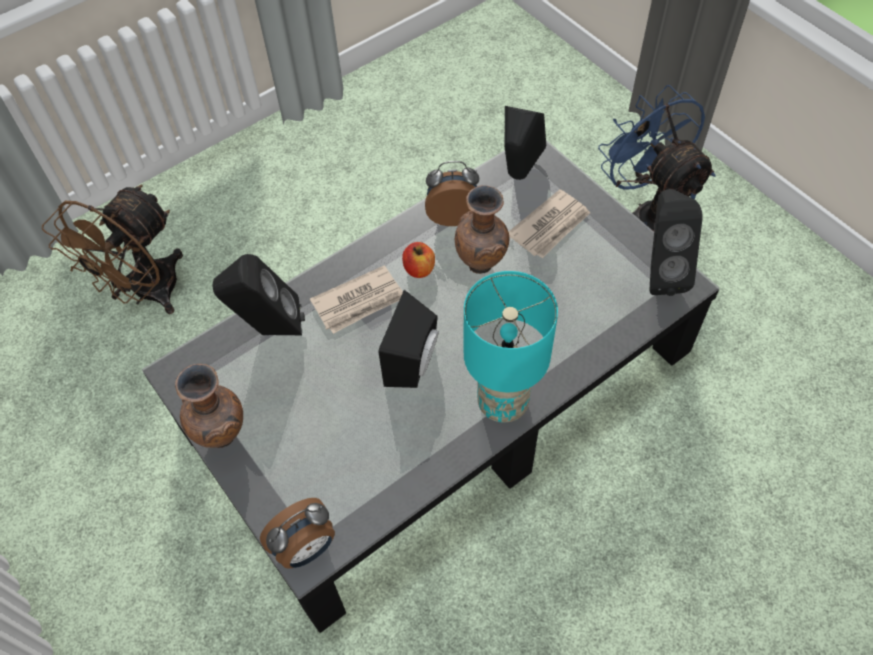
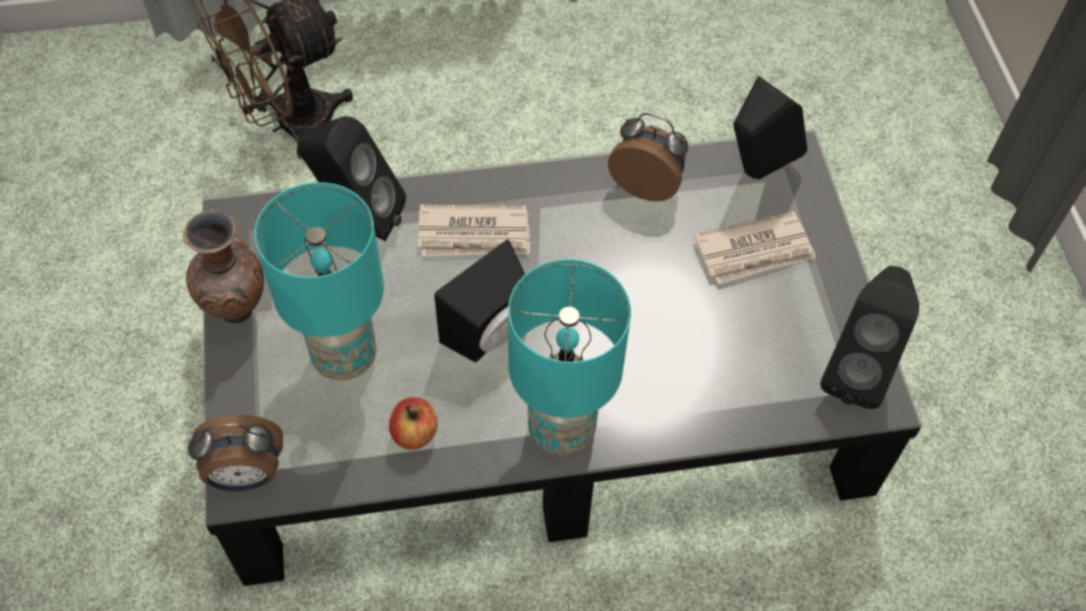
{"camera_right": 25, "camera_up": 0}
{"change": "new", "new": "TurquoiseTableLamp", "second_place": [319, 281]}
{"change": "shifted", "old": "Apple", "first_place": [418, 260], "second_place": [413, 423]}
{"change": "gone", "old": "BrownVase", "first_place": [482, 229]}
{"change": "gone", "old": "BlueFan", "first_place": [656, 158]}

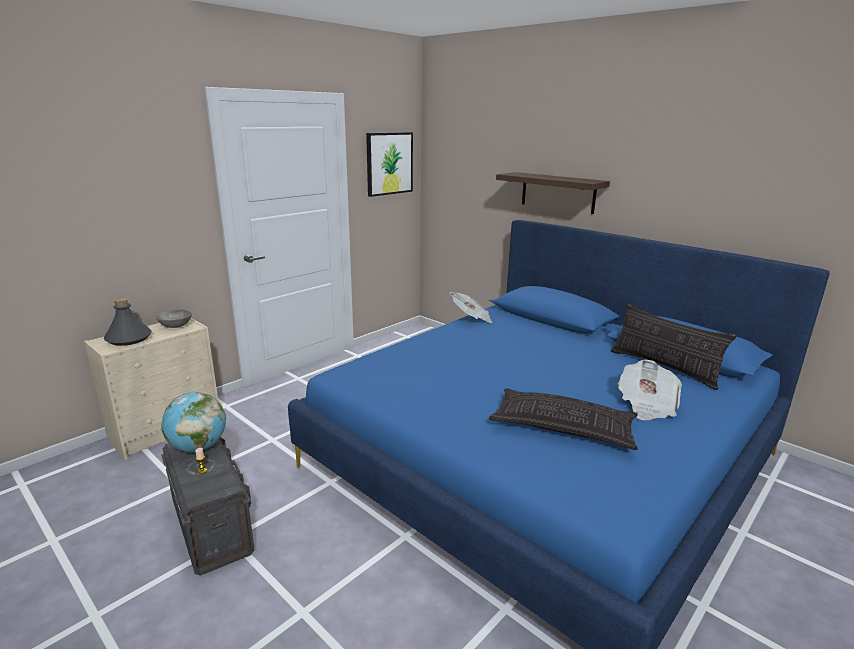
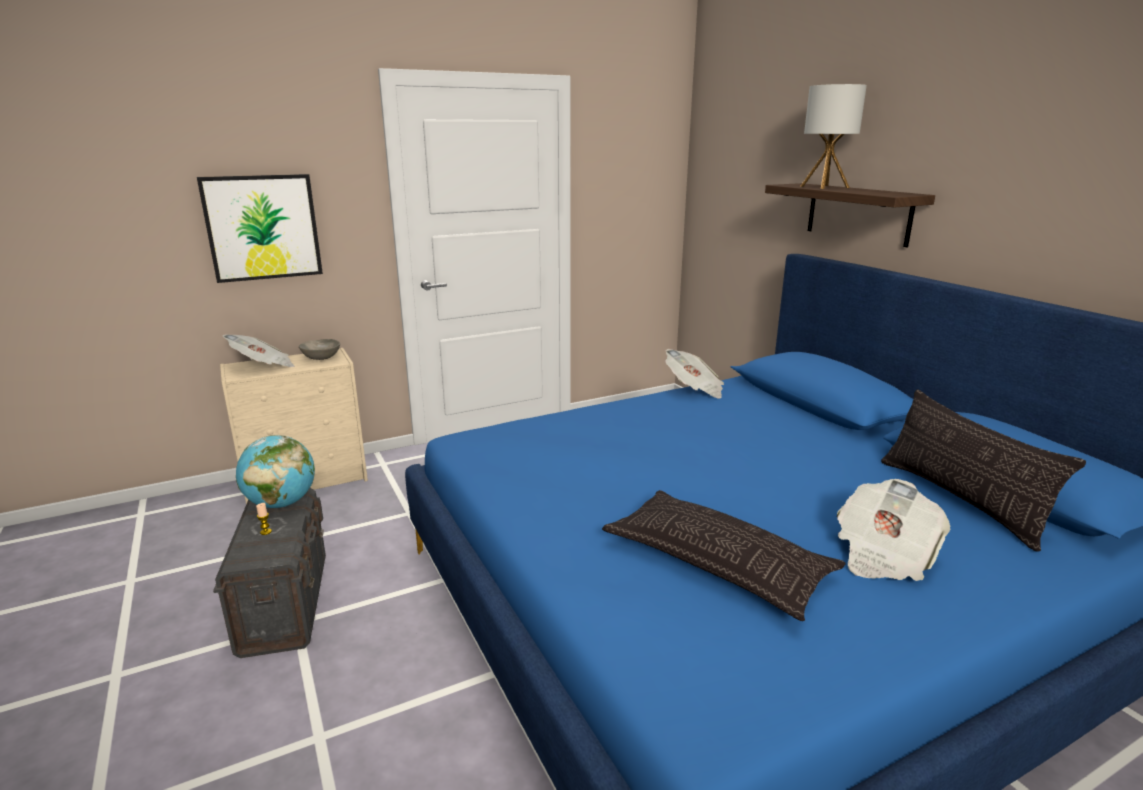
{"camera_right": 20, "camera_up": 0}
{"change": "shifted", "old": "Picture", "first_place": [389, 164], "second_place": [260, 228]}
{"change": "swapped", "old": "GreyBottle", "new": "Newspaper", "first_place": [128, 322], "second_place": [258, 350]}
{"change": "new", "new": "TableLamp", "second_place": [833, 136]}

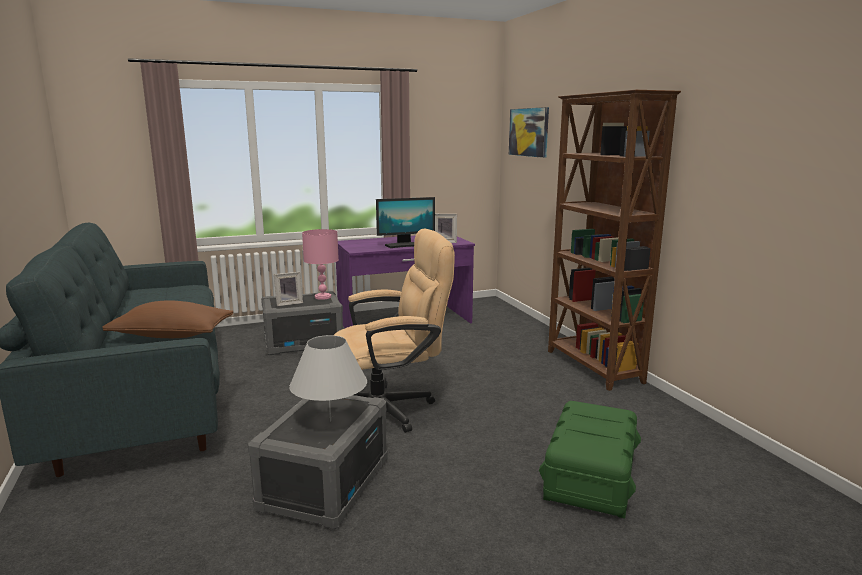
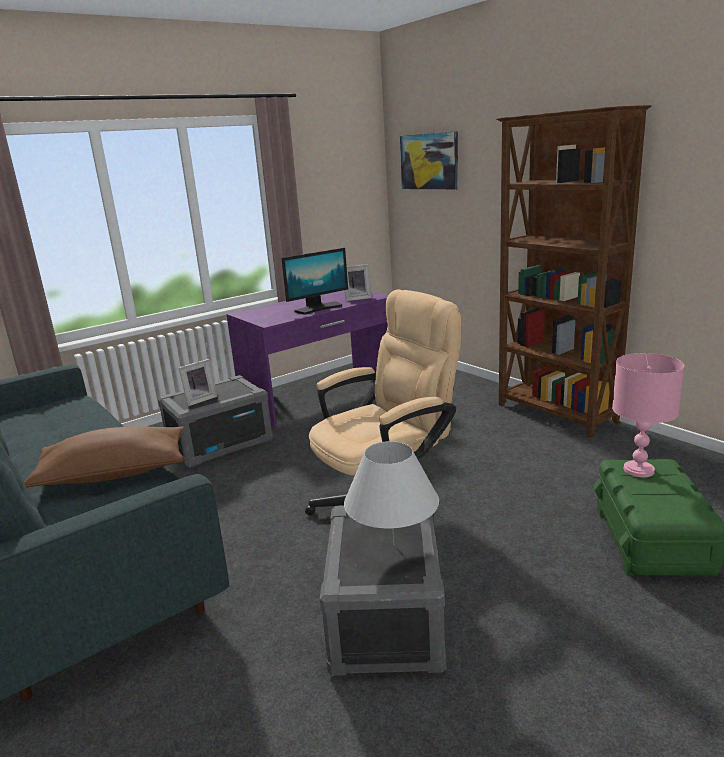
{"camera_right": -15, "camera_up": 5}
{"change": "shifted", "old": "PinkTableLamp", "first_place": [320, 264], "second_place": [648, 415]}

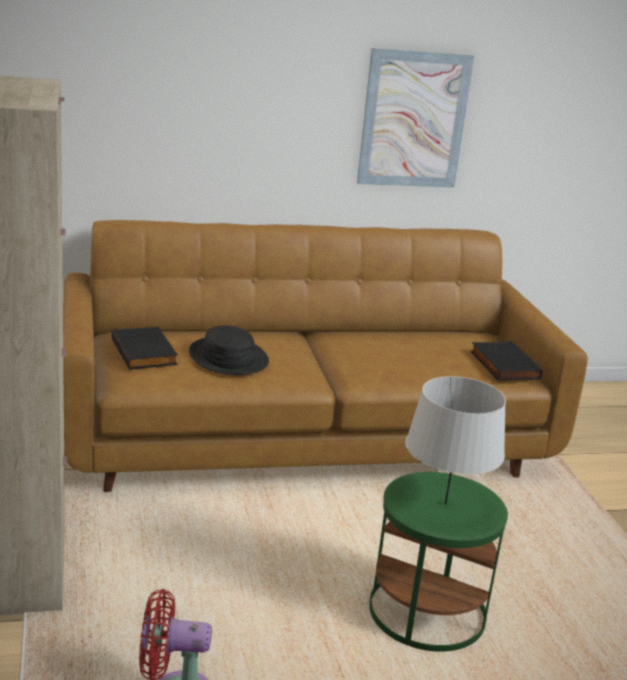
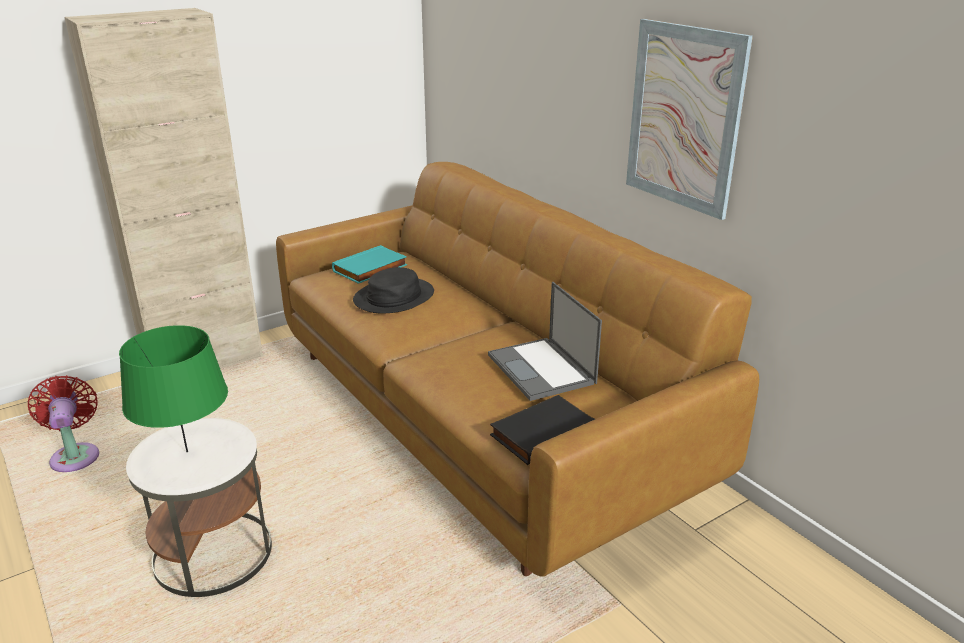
{"camera_right": 70, "camera_up": 5}
{"change": "repainted", "old": "GreyTableLamp", "new": "GreenTableLamp", "first_place": [455, 440], "second_place": [173, 388]}
{"change": "repainted", "old": "GreenSideTable", "new": "WhiteSideTable", "first_place": [438, 562], "second_place": [199, 507]}
{"change": "repainted", "old": "BlackBook", "new": "TurquoiseBook", "first_place": [144, 348], "second_place": [369, 264]}
{"change": "new", "new": "Laptop", "second_place": [545, 341]}

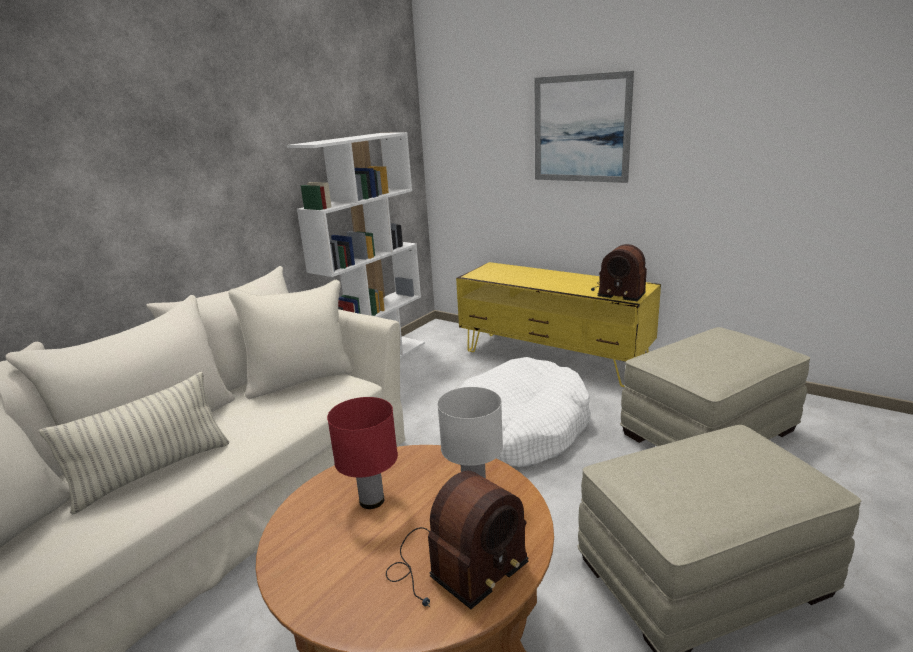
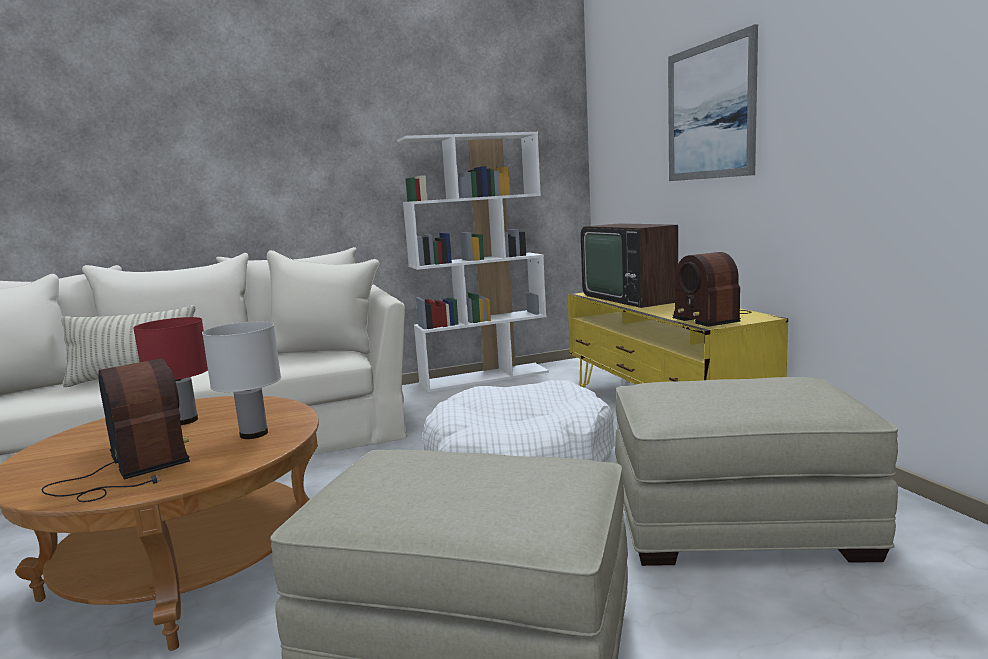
{"camera_right": 35, "camera_up": -10}
{"change": "rotated", "old": "Radio", "first_place": [457, 540], "second_place": [116, 430], "degrees": -120}
{"change": "new", "new": "Television", "second_place": [629, 265]}

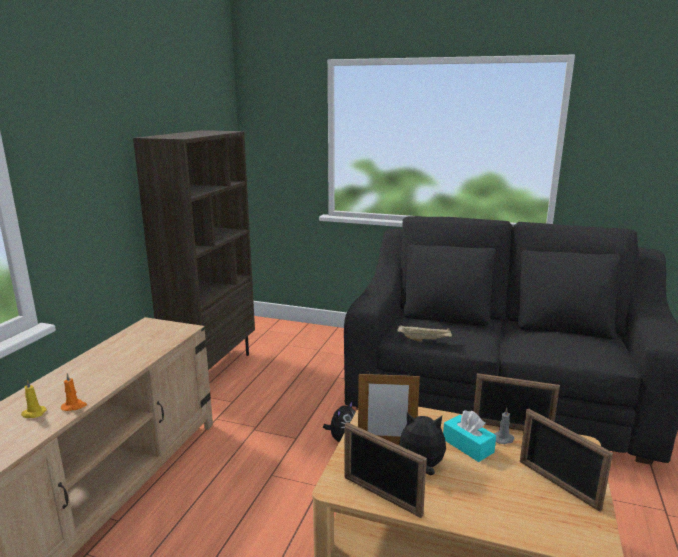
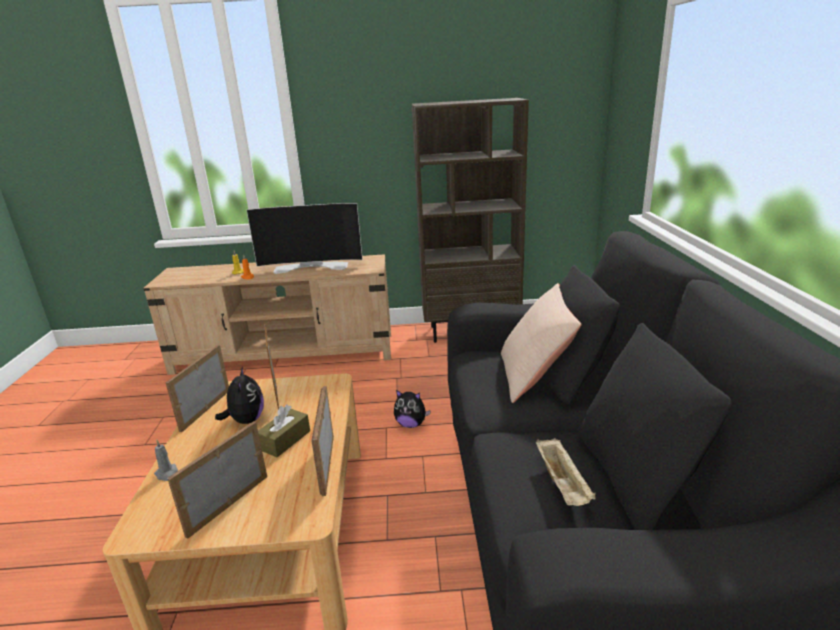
{"camera_right": 70, "camera_up": 5}
{"change": "shifted", "old": "GreyCandle", "first_place": [504, 426], "second_place": [166, 460]}
{"change": "new", "new": "Television", "second_place": [305, 238]}
{"change": "repainted", "old": "TurquoiseTissueBox", "new": "BrownTissueBox", "first_place": [469, 436], "second_place": [284, 431]}
{"change": "new", "new": "BeigePillow", "second_place": [541, 343]}
{"change": "shifted", "old": "BeigeTray", "first_place": [424, 333], "second_place": [566, 472]}

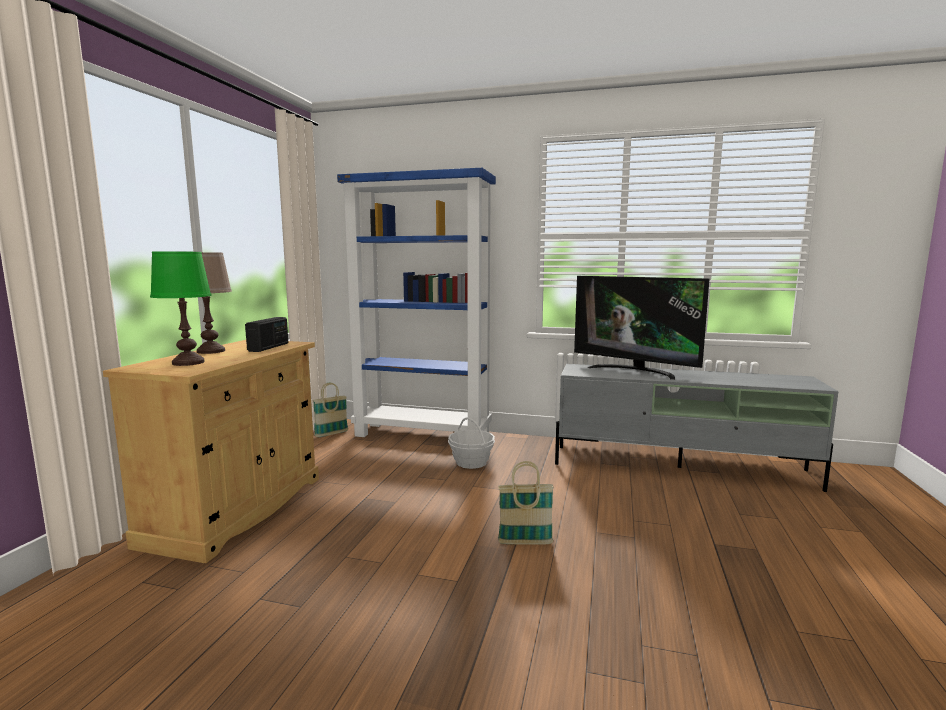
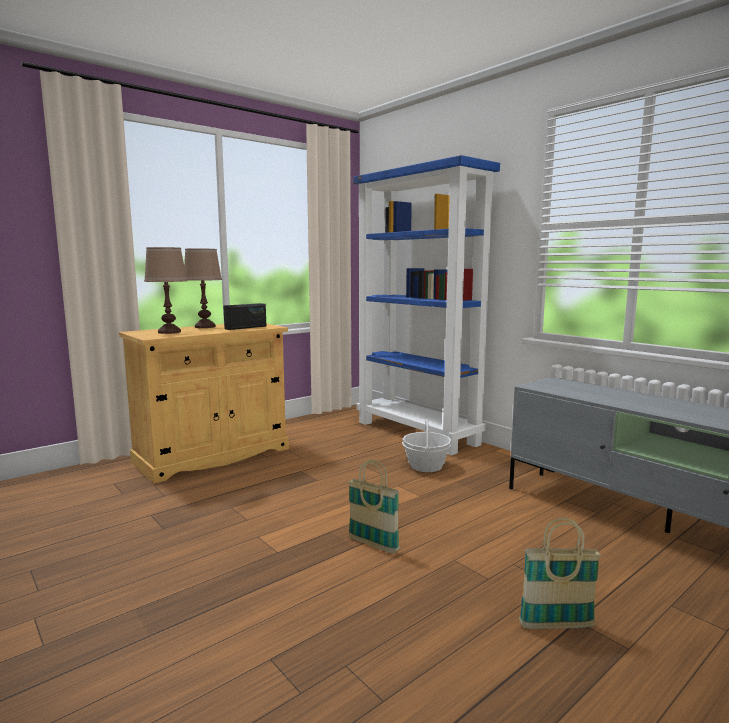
{"camera_right": 35, "camera_up": 0}
{"change": "repainted", "old": "GreenTableLamp", "new": "BrownTableLamp", "first_place": [181, 308], "second_place": [165, 290]}
{"change": "shifted", "old": "Basket", "first_place": [330, 410], "second_place": [560, 573]}
{"change": "gone", "old": "Television", "first_place": [641, 328]}

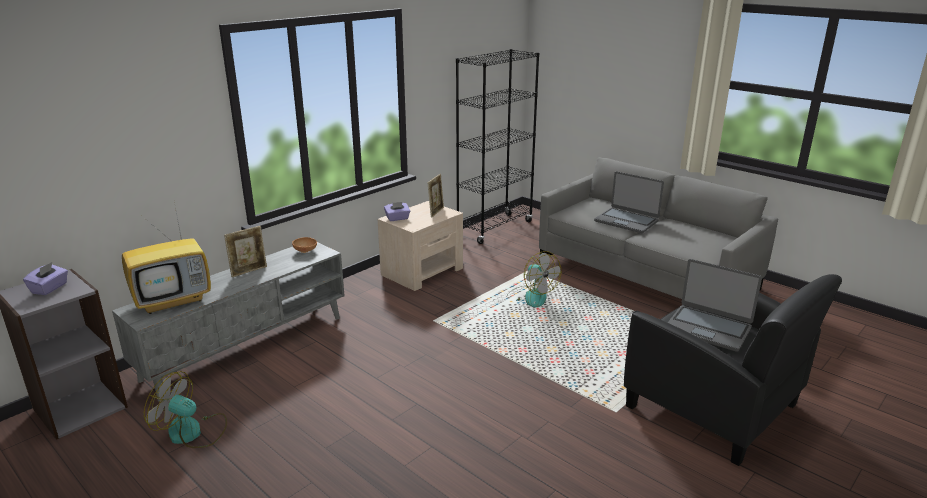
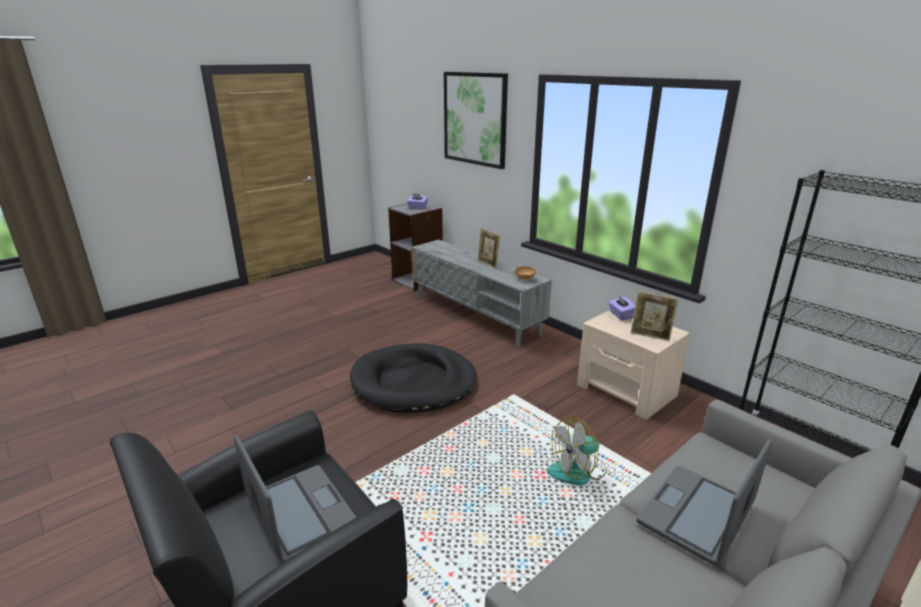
{"camera_right": 95, "camera_up": 0}
{"change": "rotated", "old": "Laptop", "first_place": [715, 305], "second_place": [295, 498], "degrees": 105}
{"change": "new", "new": "BlackDogBed", "second_place": [413, 378]}
{"change": "new", "new": "Picture", "second_place": [476, 120]}
{"change": "gone", "old": "Television", "first_place": [166, 258]}
{"change": "gone", "old": "Fan", "first_place": [185, 409]}

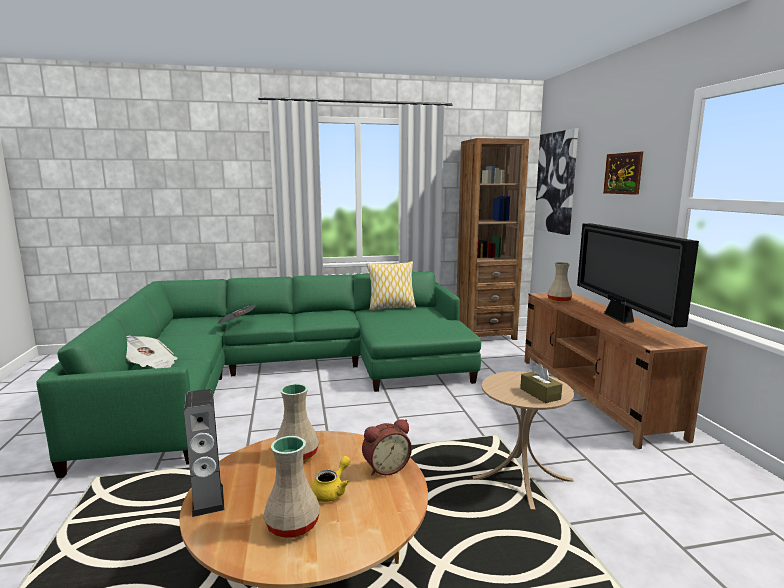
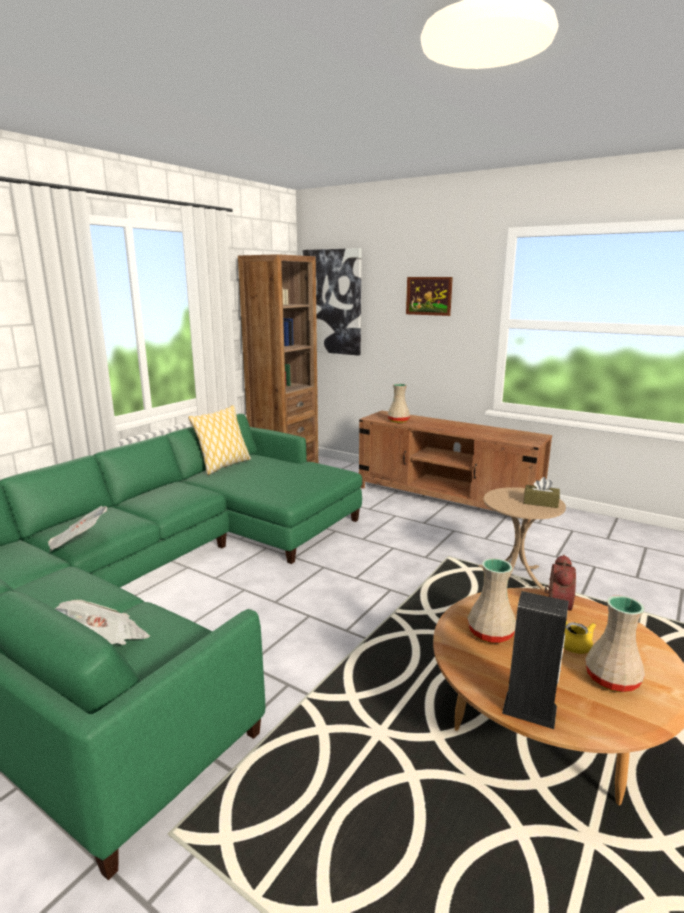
{"camera_right": -45, "camera_up": 5}
{"change": "gone", "old": "Television", "first_place": [638, 275]}

